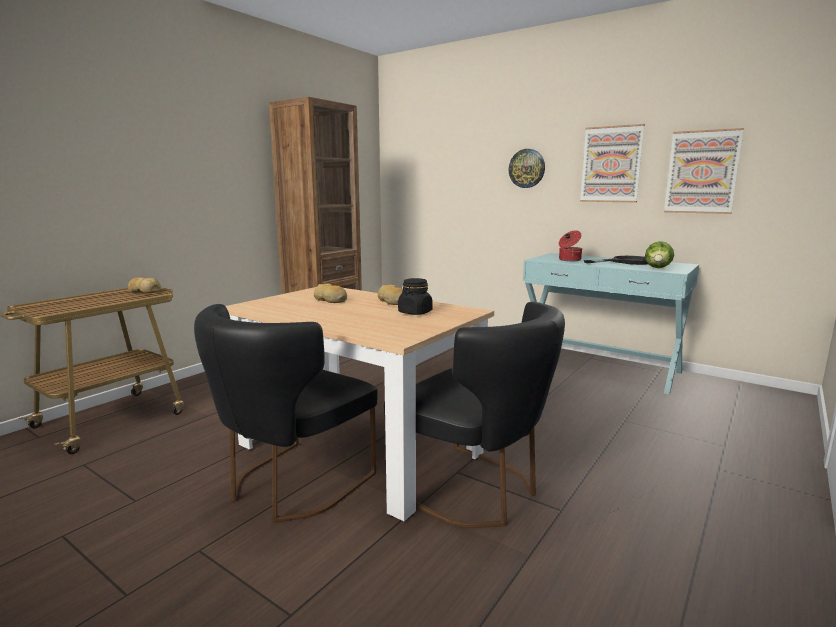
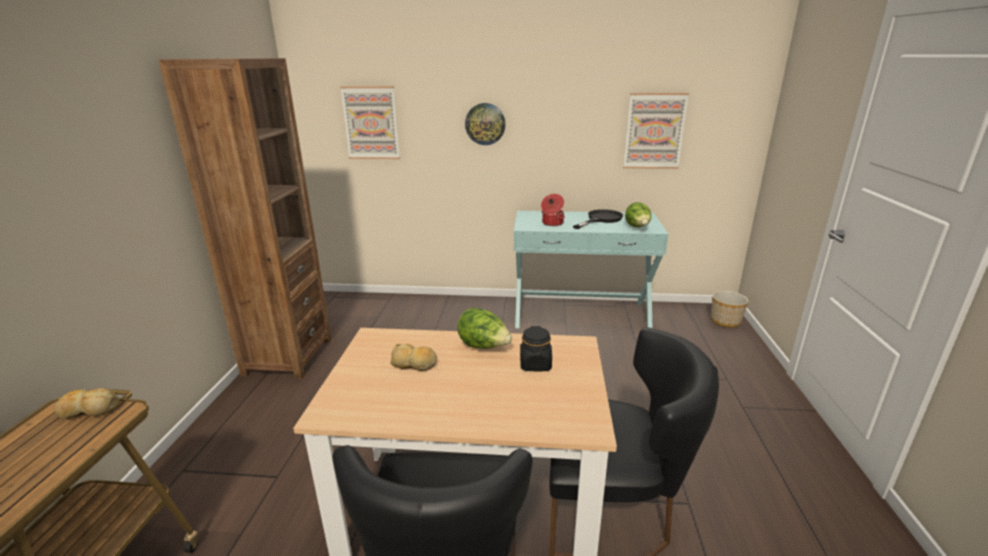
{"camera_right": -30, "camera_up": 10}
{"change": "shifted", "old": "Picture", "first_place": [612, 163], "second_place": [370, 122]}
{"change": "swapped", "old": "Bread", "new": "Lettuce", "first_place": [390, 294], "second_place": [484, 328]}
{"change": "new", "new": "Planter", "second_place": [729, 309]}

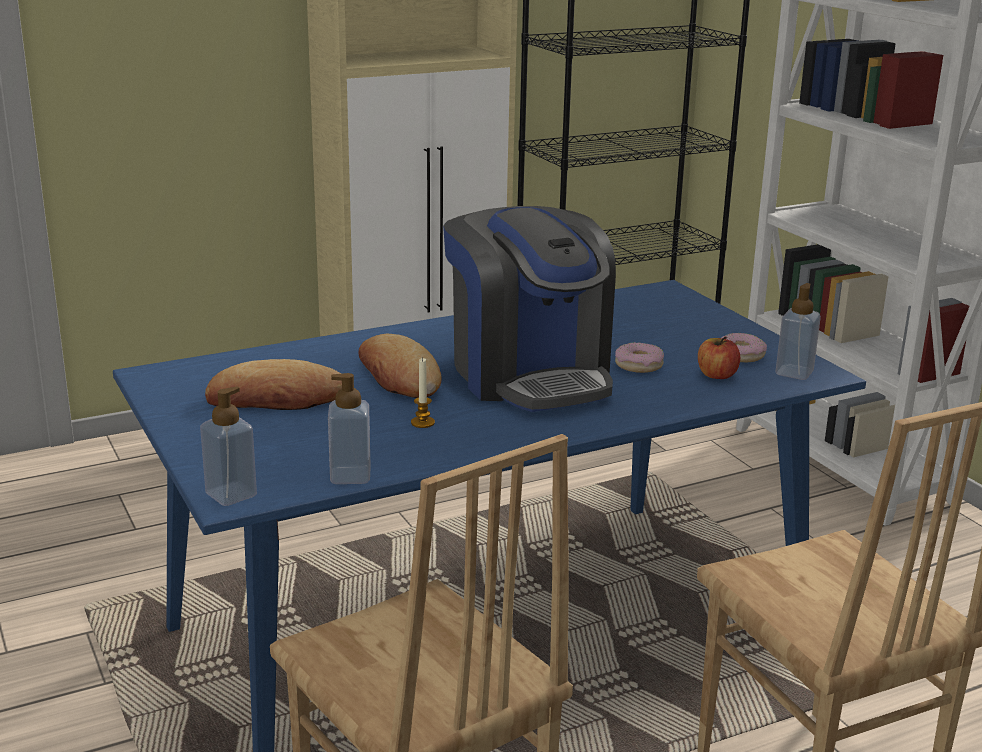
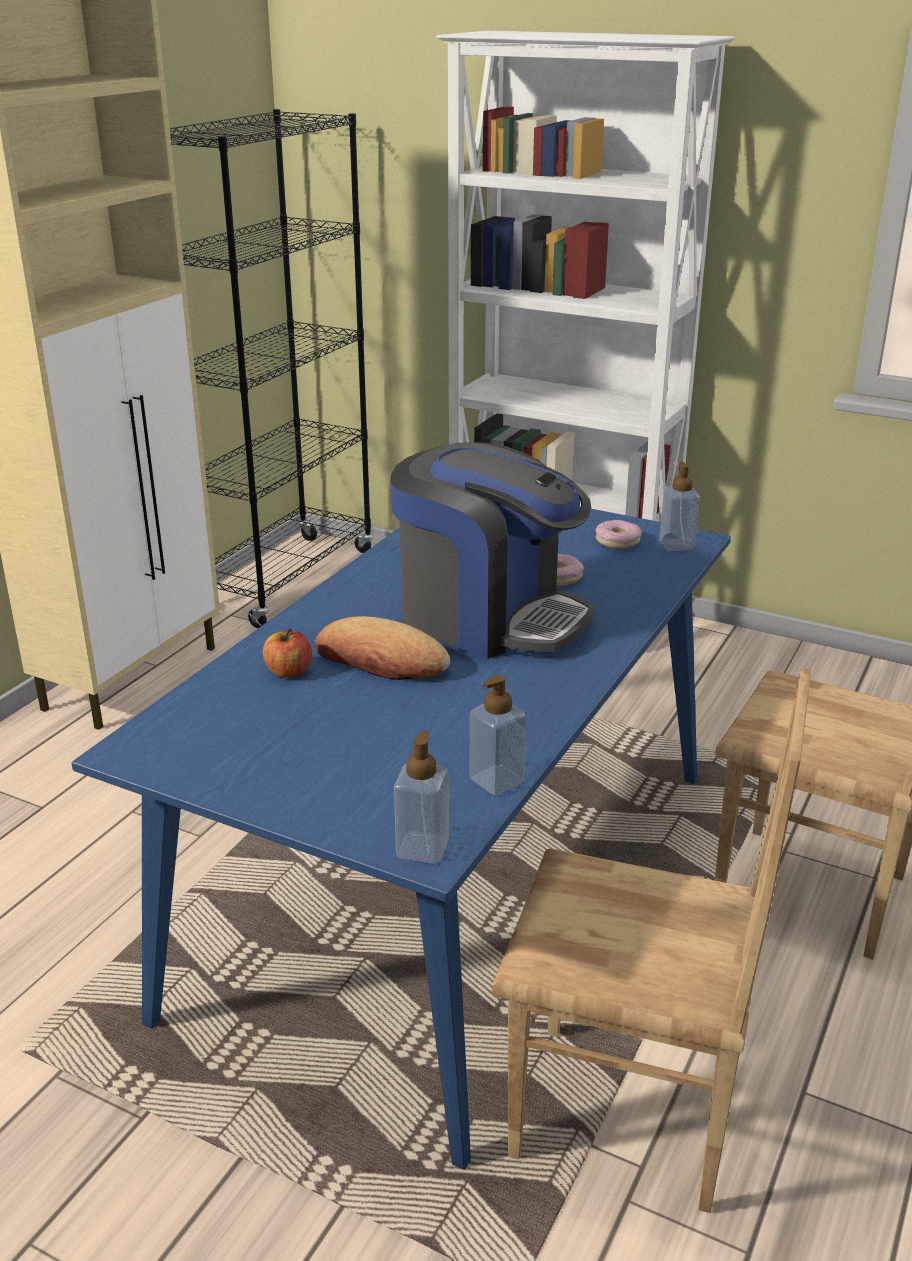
{"camera_right": -35, "camera_up": 5}
{"change": "shifted", "old": "Apple", "first_place": [719, 357], "second_place": [287, 653]}
{"change": "gone", "old": "Bread", "first_place": [273, 384]}
{"change": "gone", "old": "Candle", "first_place": [423, 392]}

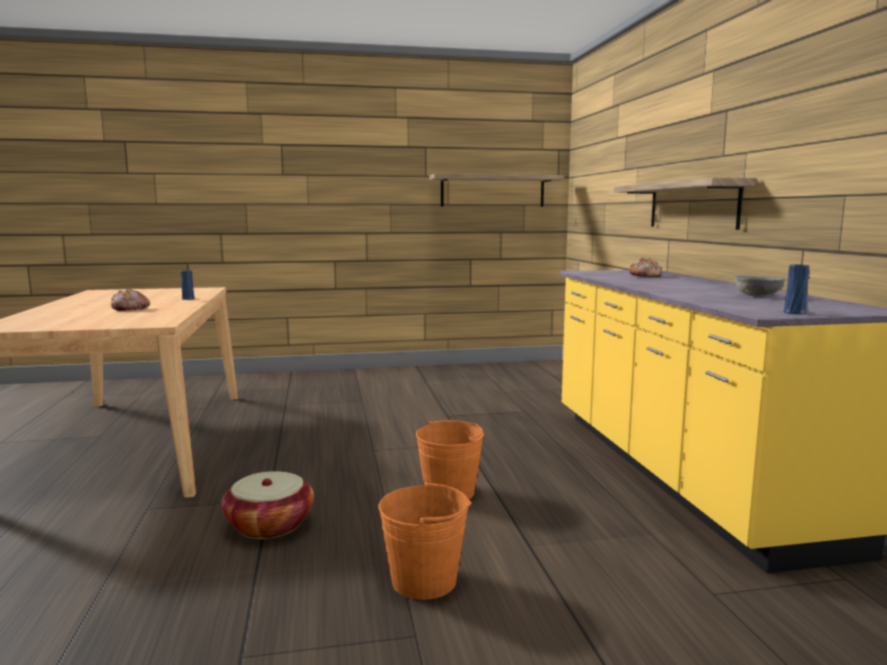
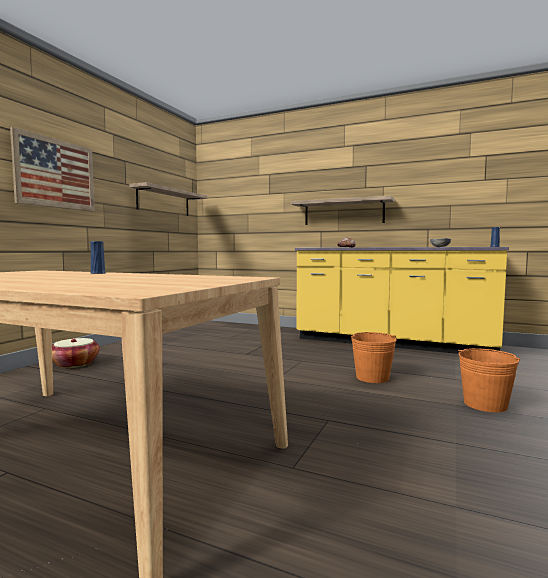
{"camera_right": -55, "camera_up": -5}
{"change": "new", "new": "Picture", "second_place": [52, 169]}
{"change": "shifted", "old": "Basket", "first_place": [267, 505], "second_place": [76, 353]}
{"change": "gone", "old": "Bread", "first_place": [130, 300]}

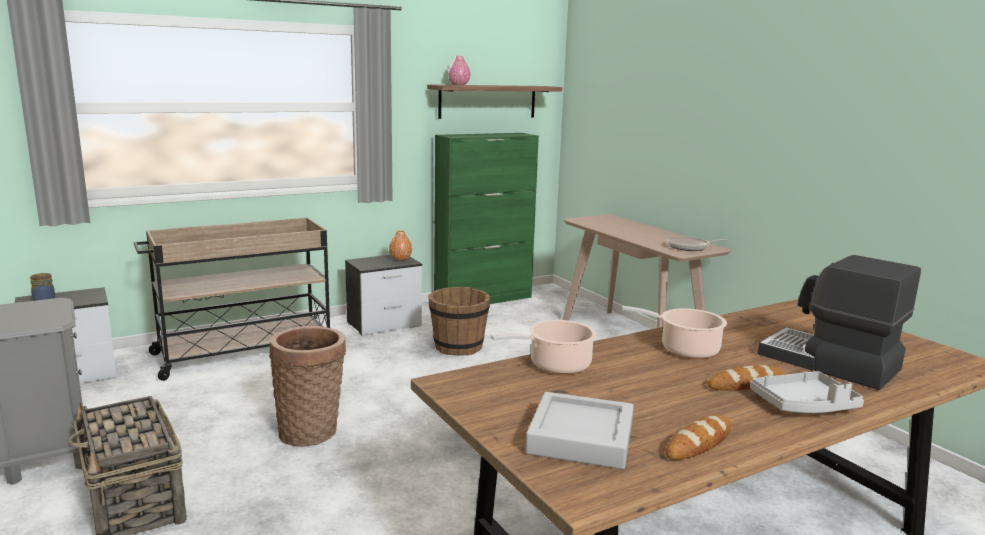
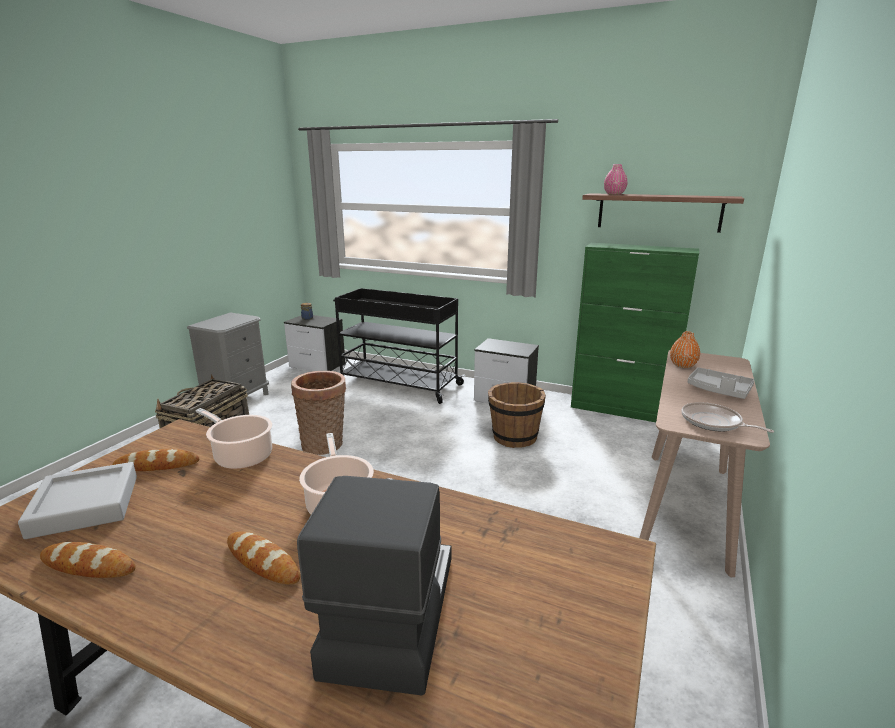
{"camera_right": 55, "camera_up": 5}
{"change": "new", "new": "Bread", "second_place": [156, 460]}
{"change": "repainted", "old": "BeigeCart", "new": "BlackCart", "first_place": [232, 299], "second_place": [399, 346]}
{"change": "shifted", "old": "OrangeVase", "first_place": [400, 245], "second_place": [685, 349]}
{"change": "shifted", "old": "GreyTray", "first_place": [807, 392], "second_place": [721, 383]}

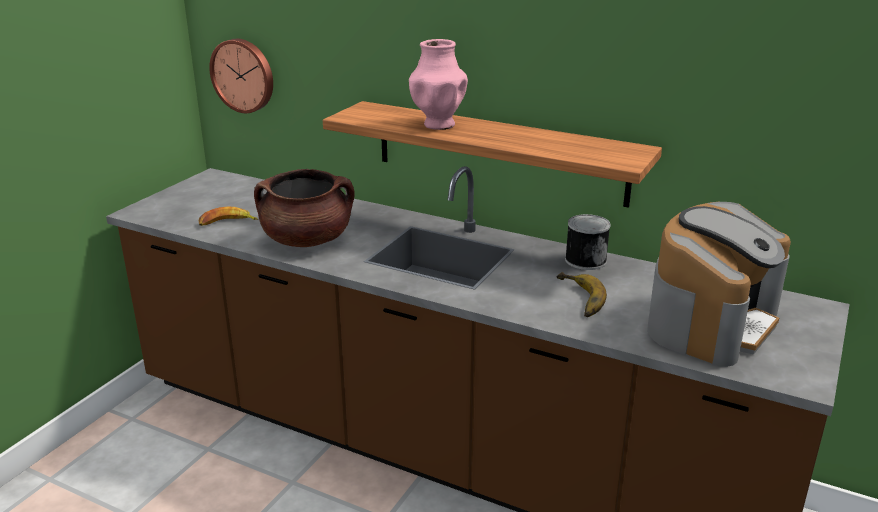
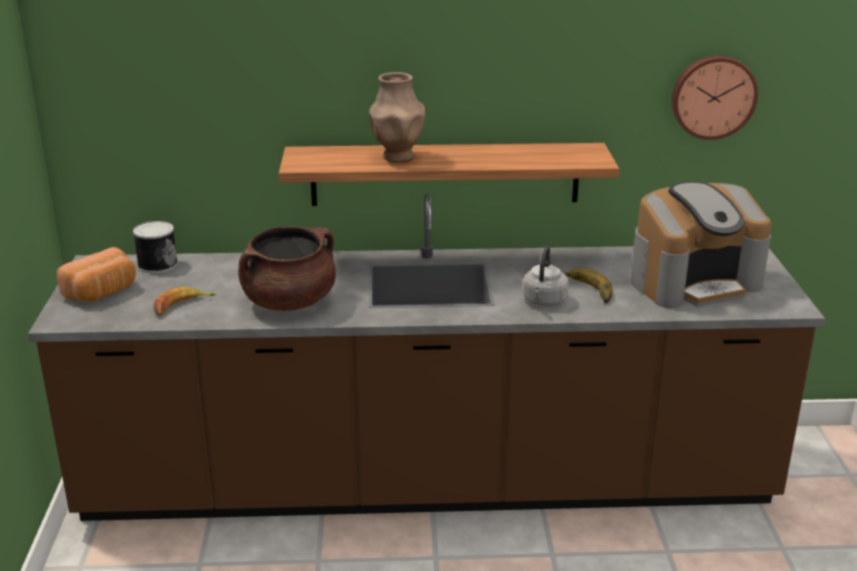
{"camera_right": -30, "camera_up": 0}
{"change": "new", "new": "Bread", "second_place": [96, 274]}
{"change": "shifted", "old": "Can", "first_place": [588, 242], "second_place": [155, 247]}
{"change": "repainted", "old": "PinkVase", "new": "BrownVase", "first_place": [438, 84], "second_place": [397, 117]}
{"change": "new", "new": "GreyKettle", "second_place": [546, 276]}
{"change": "rotated", "old": "CoffeeMachine", "first_place": [719, 284], "second_place": [700, 244], "degrees": 60}
{"change": "shifted", "old": "WallClock", "first_place": [241, 76], "second_place": [714, 97]}

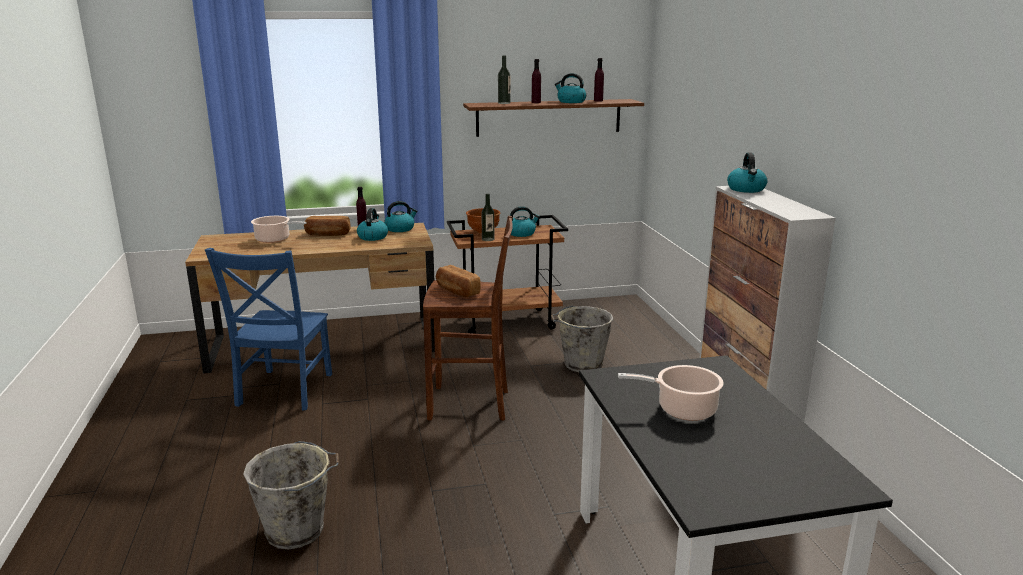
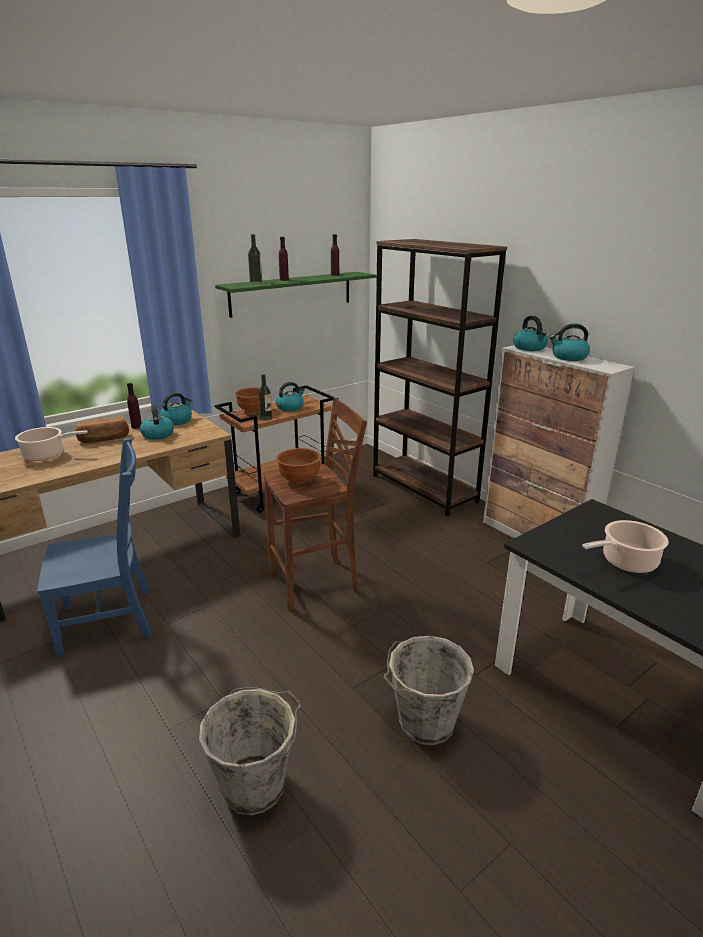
{"camera_right": -25, "camera_up": 5}
{"change": "rotated", "old": "BlueChair", "first_place": [268, 329], "second_place": [95, 547], "degrees": -90}
{"change": "repainted", "old": "BrownShelf", "new": "GreenShelf", "first_place": [553, 118], "second_place": [296, 295]}
{"change": "swapped", "old": "Bread", "new": "BrownBowl", "first_place": [458, 281], "second_place": [299, 466]}
{"change": "new", "new": "BrownBookcase", "second_place": [440, 377]}
{"change": "shifted", "old": "GreyBucket", "first_place": [582, 339], "second_place": [429, 690]}
{"change": "shifted", "old": "Kettle", "first_place": [570, 88], "second_place": [569, 342]}

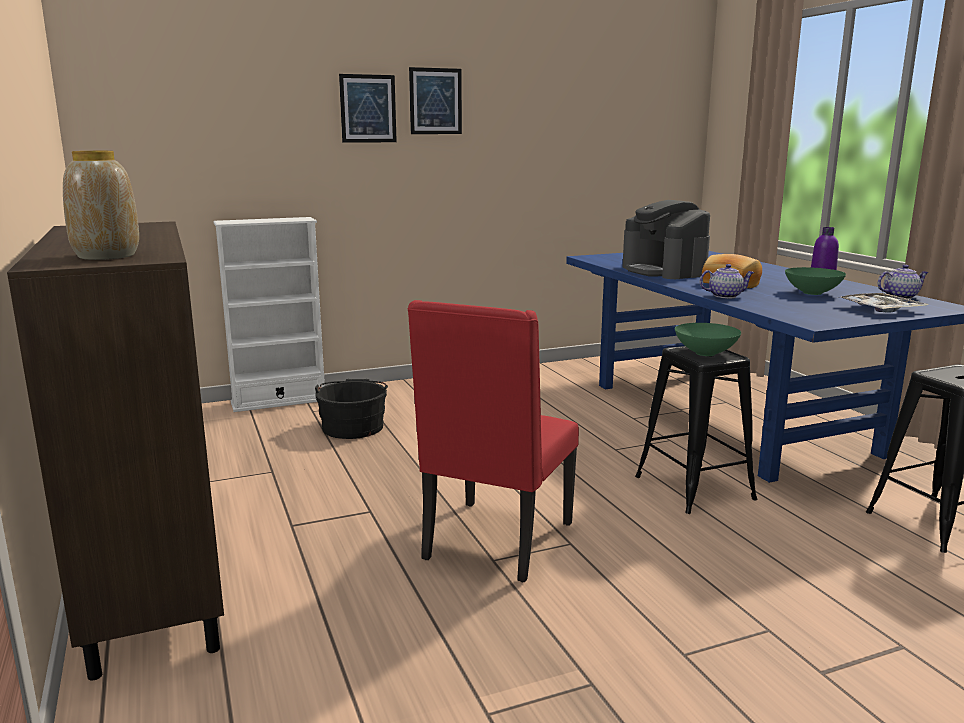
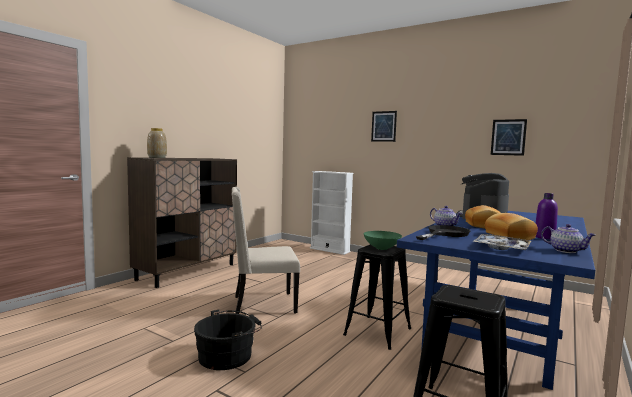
{"camera_right": 55, "camera_up": -10}
{"change": "shifted", "old": "BlackBucket", "first_place": [351, 409], "second_place": [228, 340]}
{"change": "repainted", "old": "RedChair", "new": "BeigeChair", "first_place": [493, 441], "second_place": [266, 250]}
{"change": "new", "new": "BlackFryingPan", "second_place": [443, 232]}
{"change": "swapped", "old": "GreenBowl", "new": "Bread", "first_place": [815, 281], "second_place": [511, 226]}
{"change": "shifted", "old": "Picture", "first_place": [435, 100], "second_place": [509, 137]}

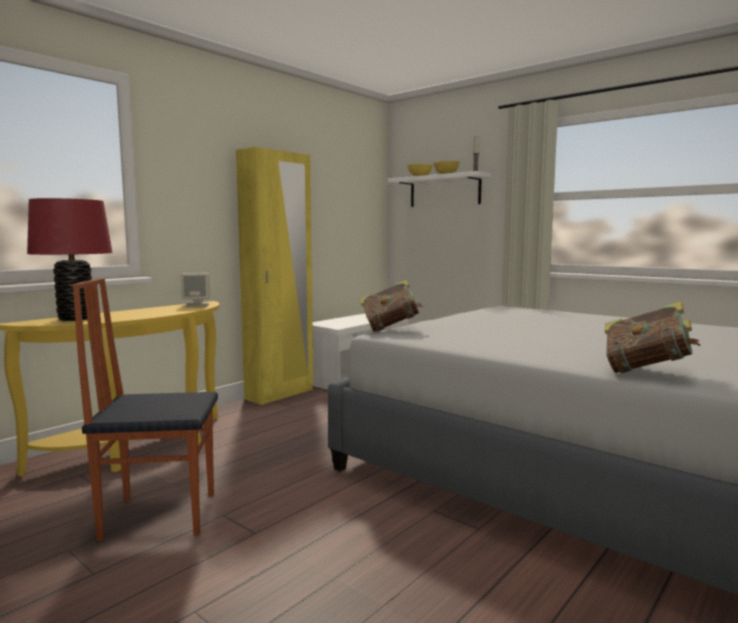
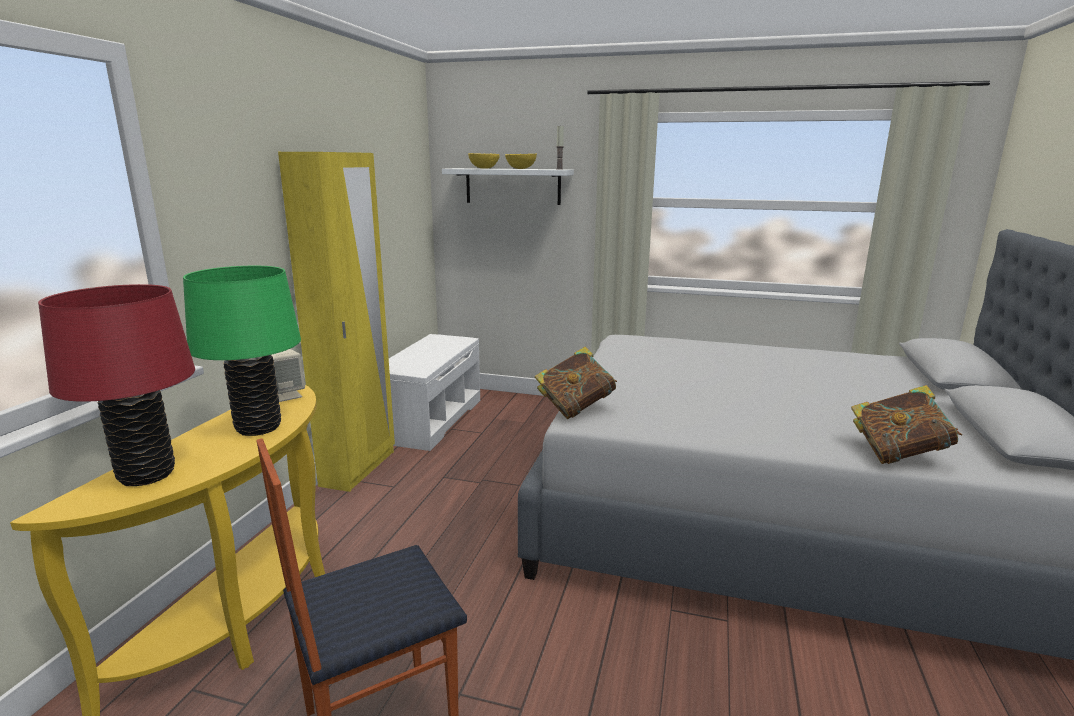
{"camera_right": -25, "camera_up": 10}
{"change": "new", "new": "GreenTableLamp", "second_place": [242, 351]}

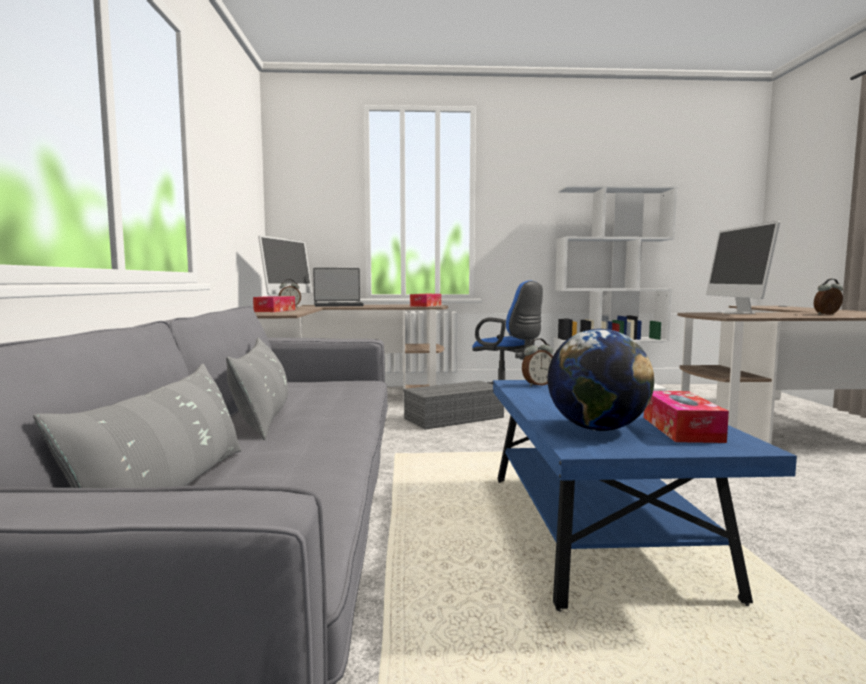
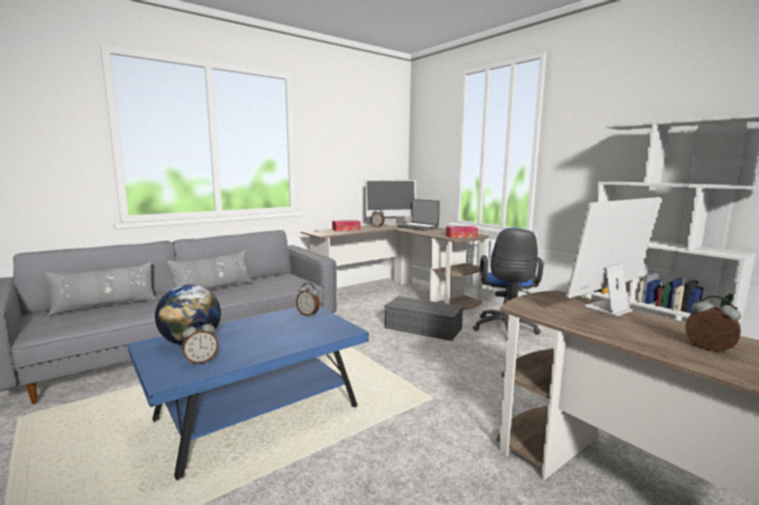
{"camera_right": 55, "camera_up": 5}
{"change": "swapped", "old": "TissueBox", "new": "AlarmClock", "first_place": [686, 417], "second_place": [200, 342]}

